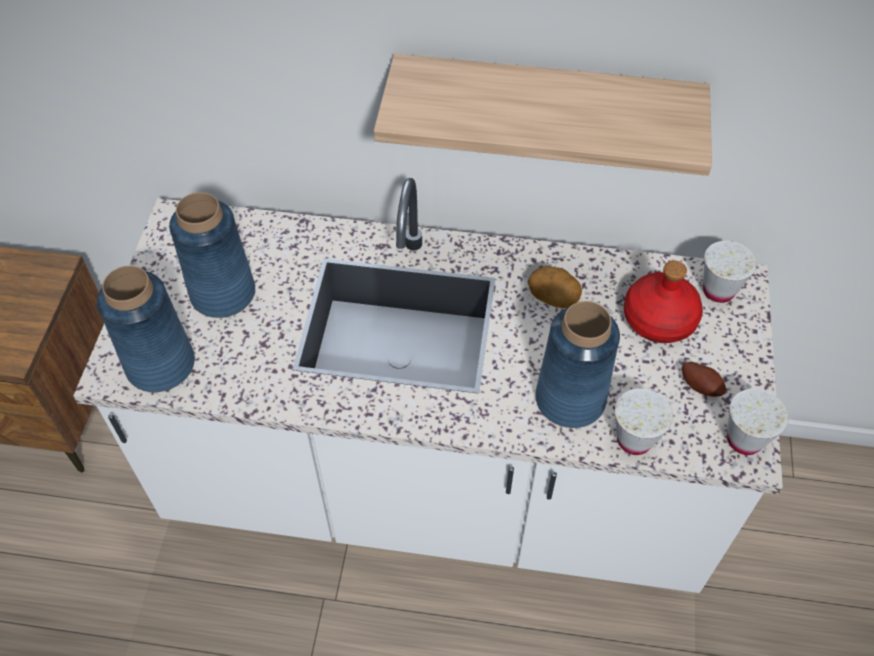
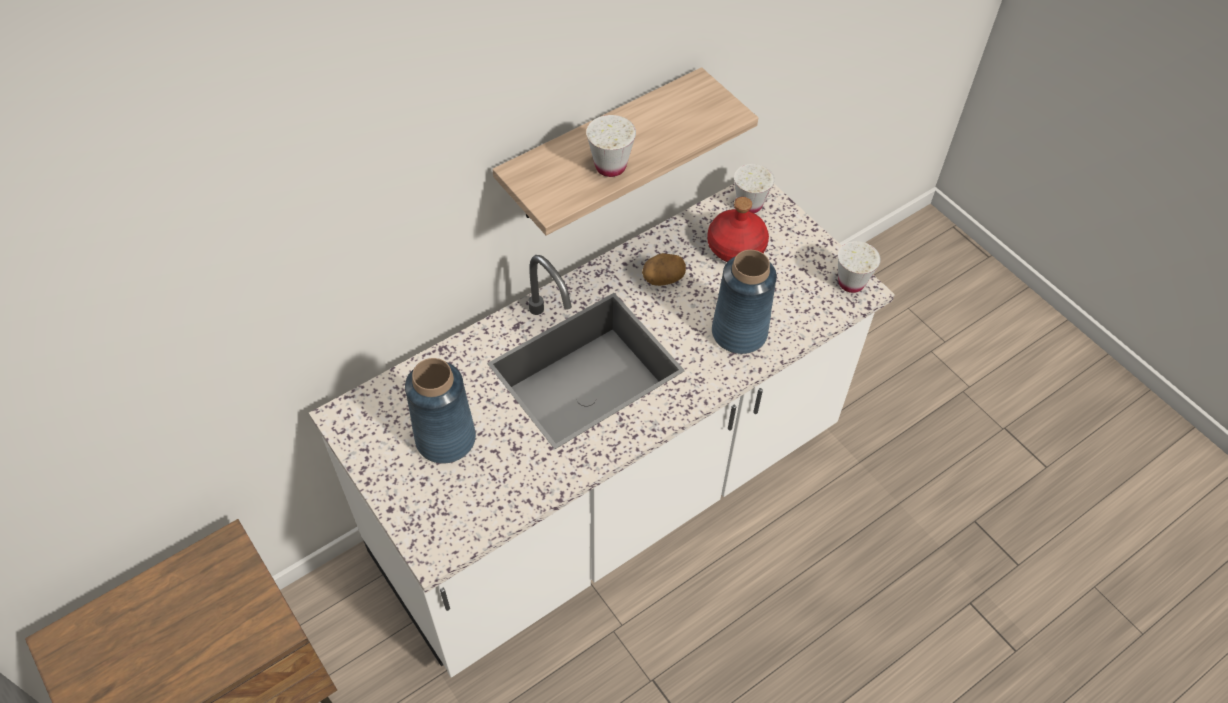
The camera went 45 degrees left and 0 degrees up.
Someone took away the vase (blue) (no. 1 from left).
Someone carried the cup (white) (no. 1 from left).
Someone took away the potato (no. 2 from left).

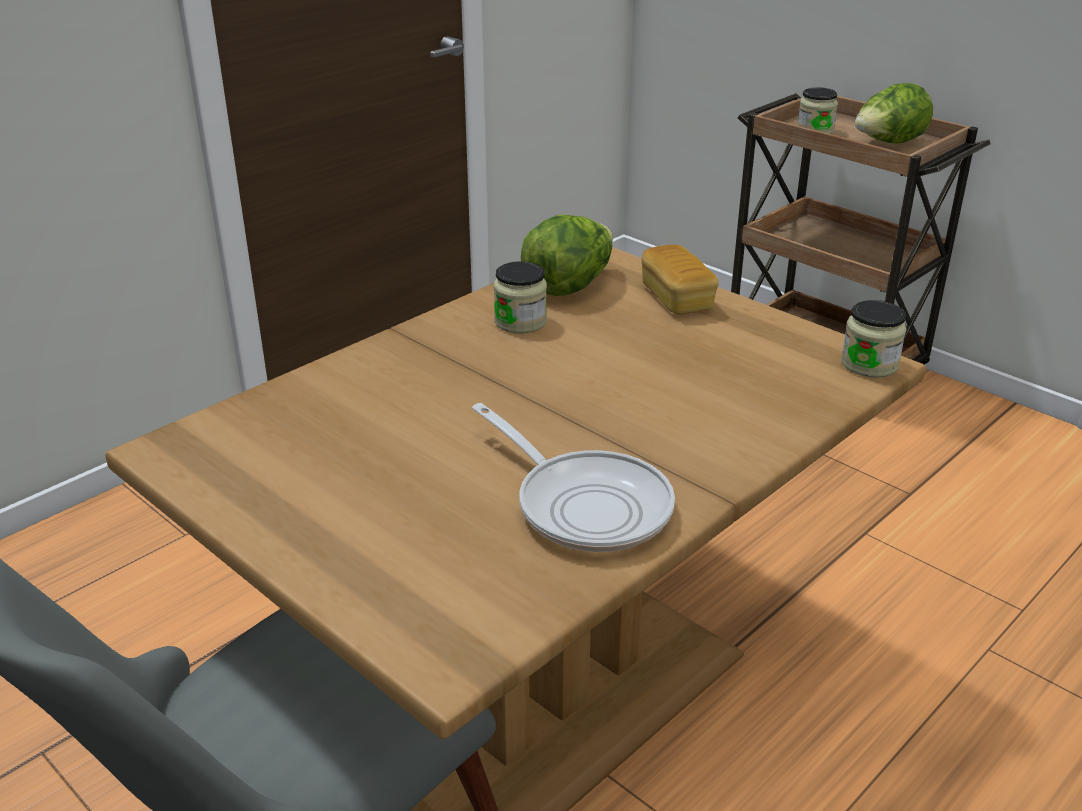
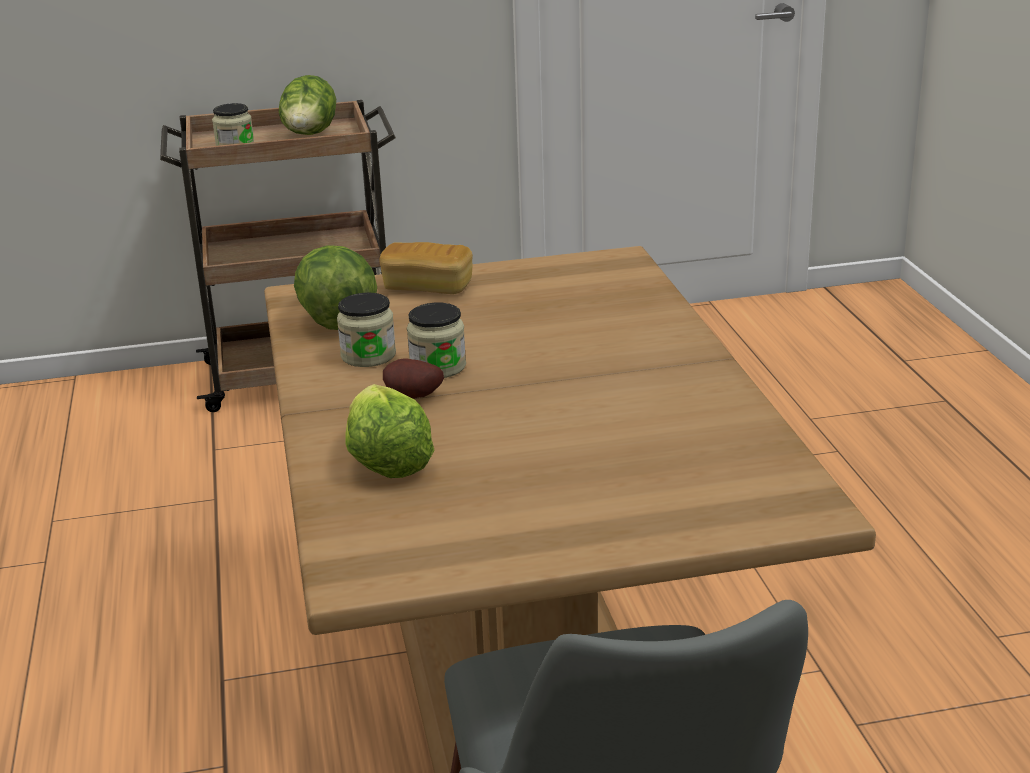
The camera went 55 degrees left and 5 degrees down.
Someone took away the frying pan.
Someone carried the jar (no. 3 from left).
Someone put down the lettuce (no. 3 from left).
Someone put down the potato.

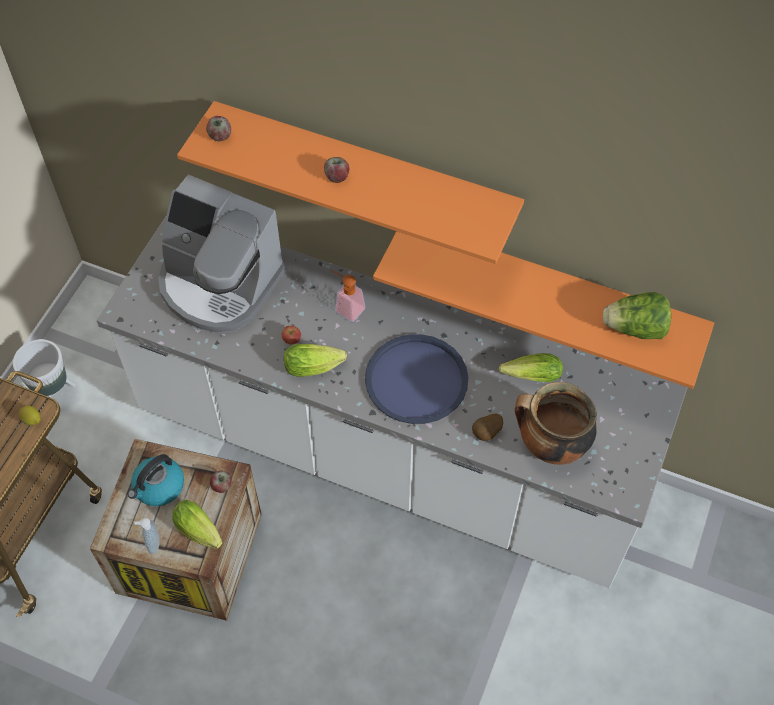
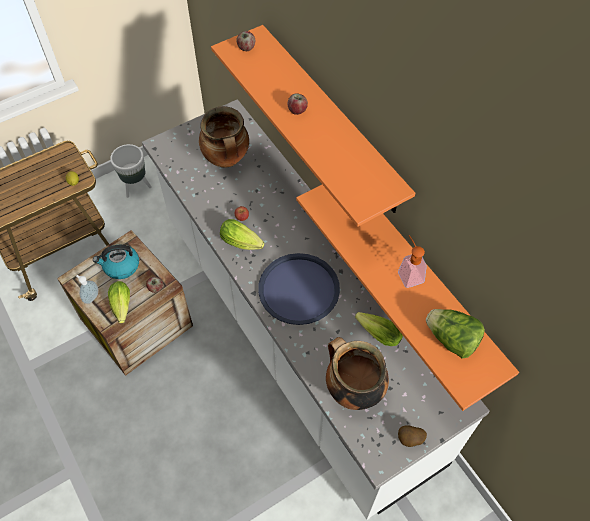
The camera went 35 degrees right and 0 degrees up.
Someone swapped the coffee machine for the cooking pot (no. 1 from left).
Someone carried the soap dispenser (no. 2 from left).
Someone carried the potato.

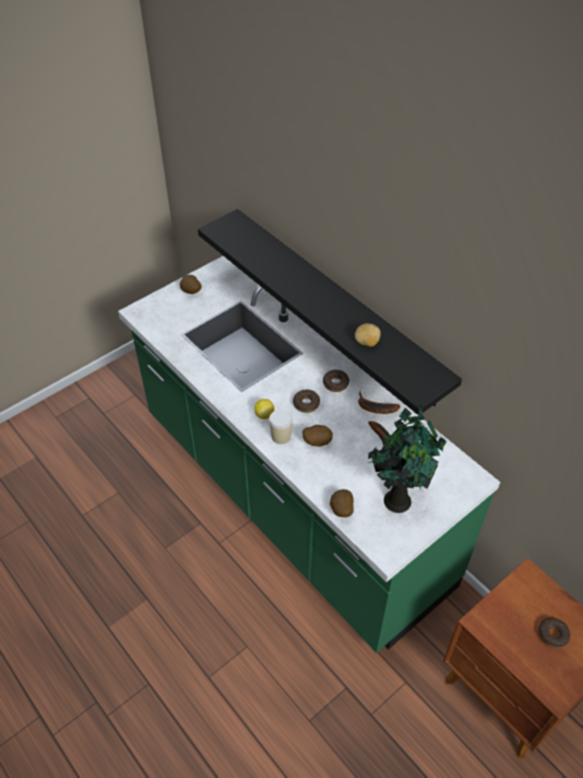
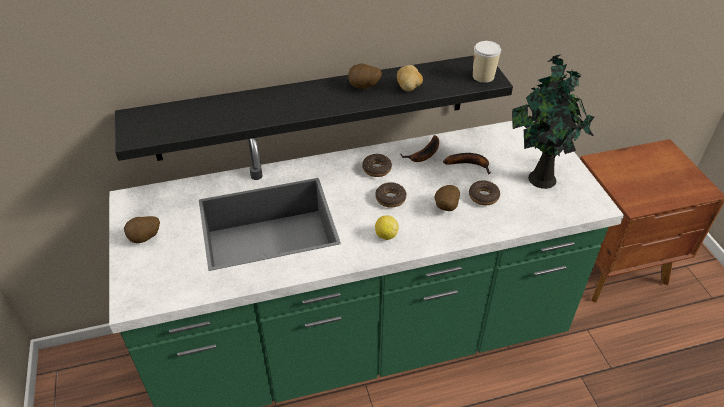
The camera went 65 degrees left and 5 degrees down.
Someone carried the cup.
Someone carried the potato (no. 3 from left in the first image).
Someone carried the donut (no. 3 from left).

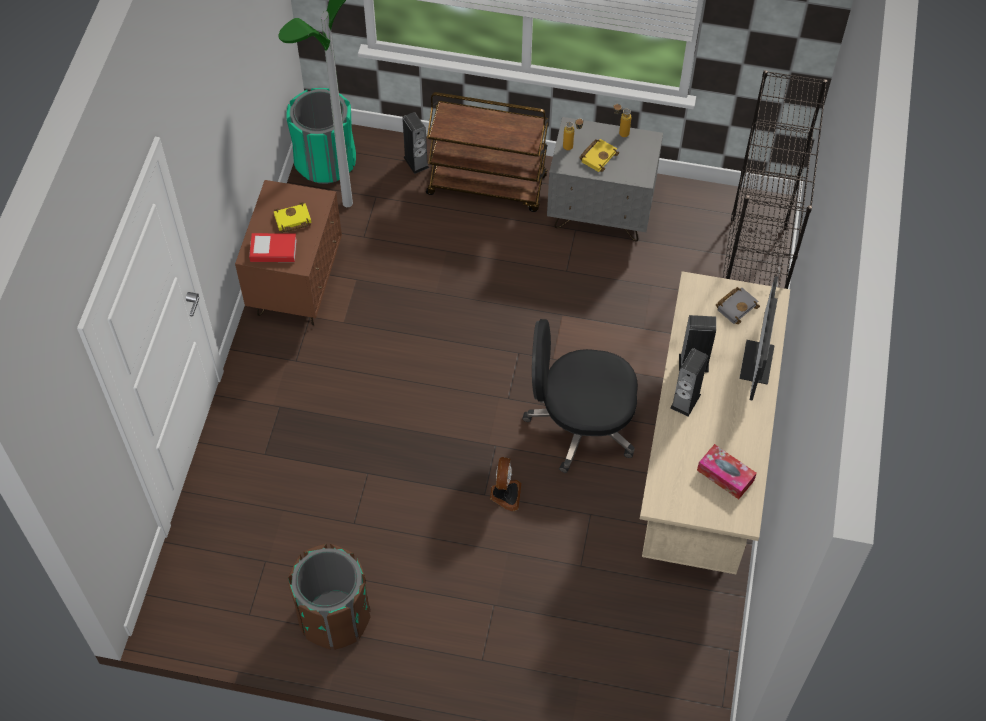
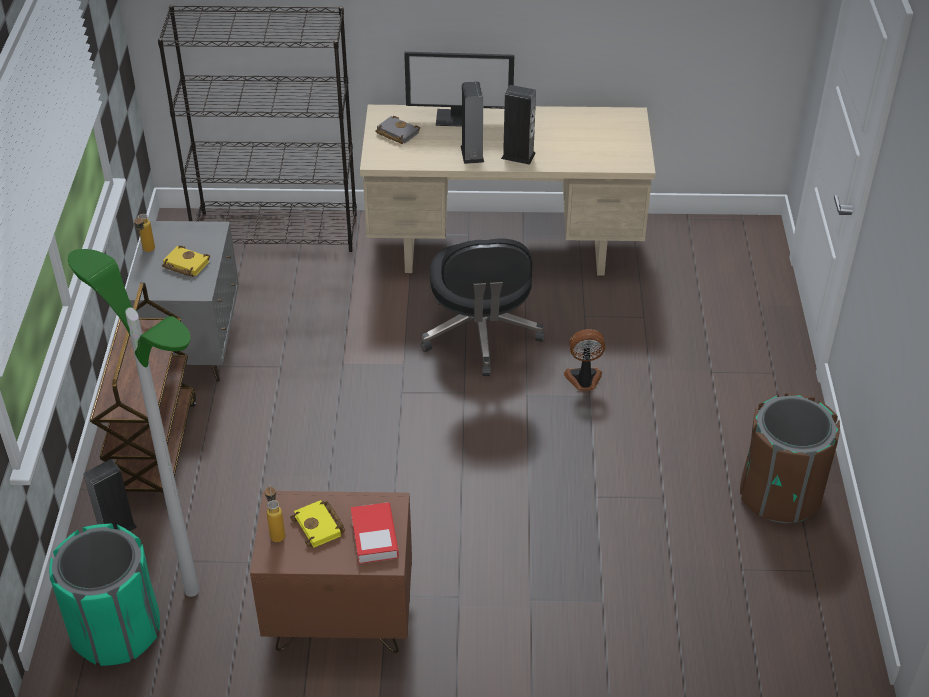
The camera went 100 degrees left and 15 degrees down.
Someone carried the bottle (no. 1 from left in the first image).
Someone took away the tissue box.

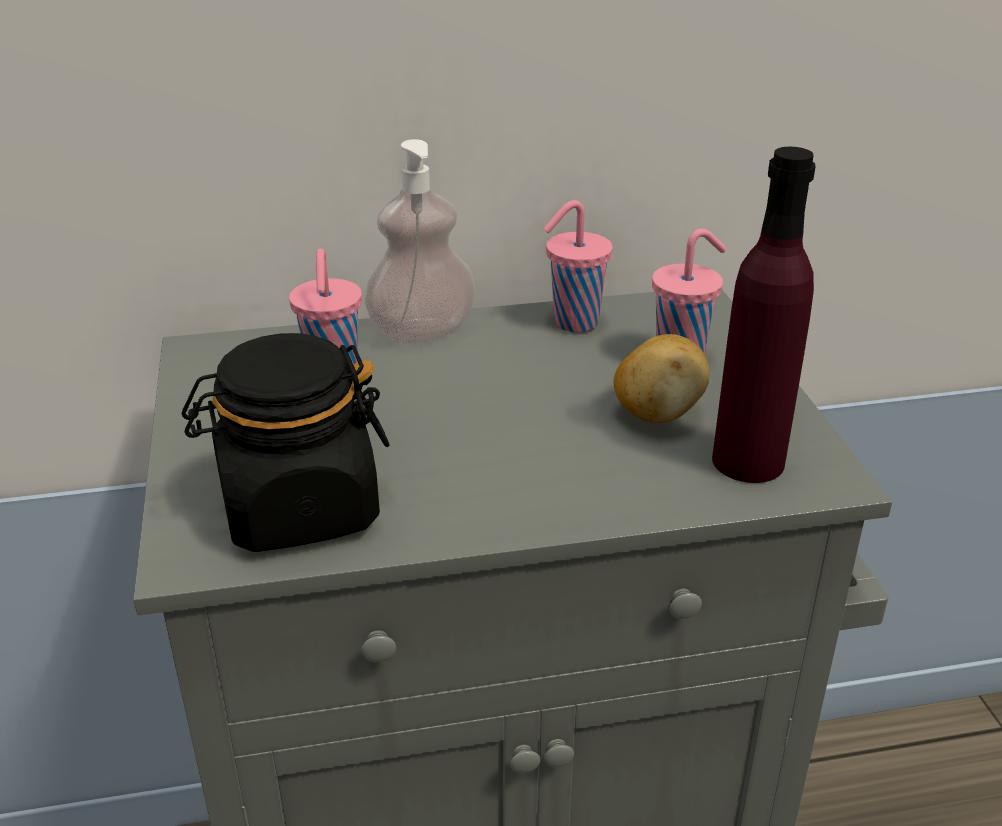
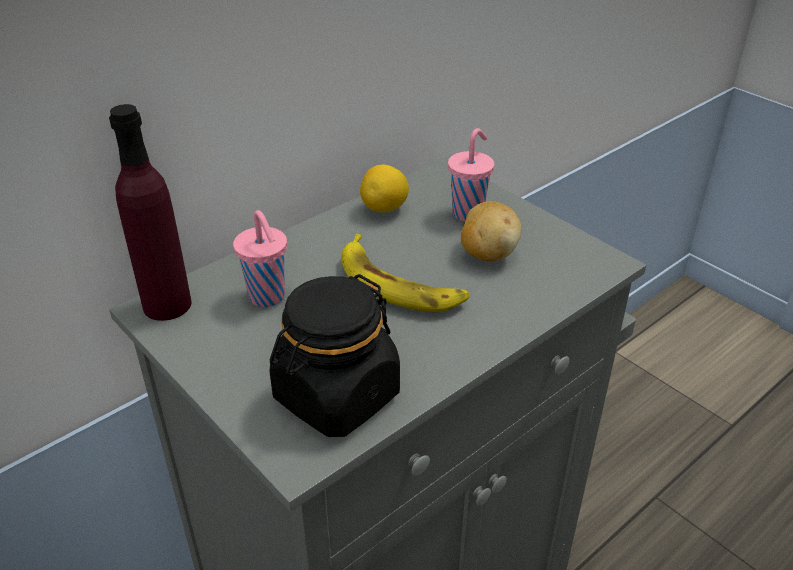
The camera went 30 degrees left and 5 degrees up.
Someone took away the soap dispenser.
Someone swapped the cup (pink) (no. 2 from left) for the lemon.
Someone carried the bottle (purple).
Someone put down the banana.

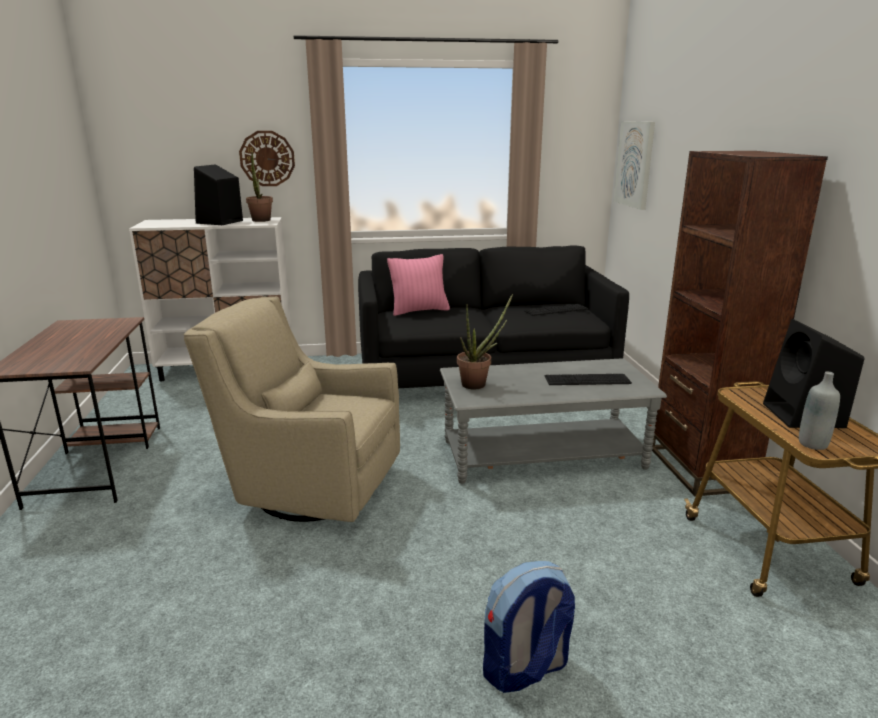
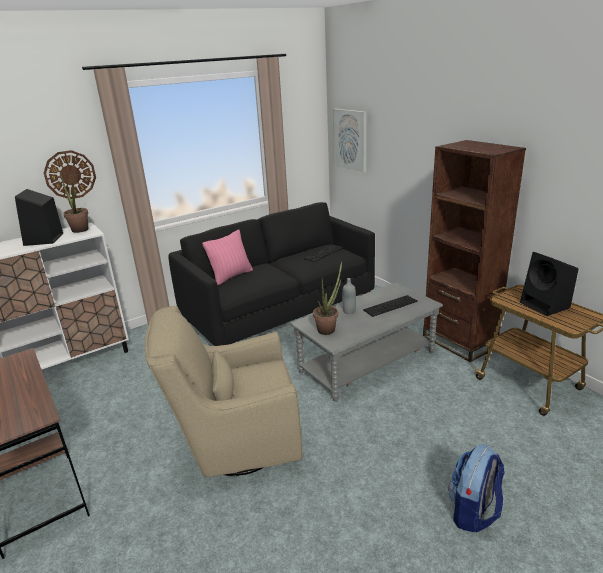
The camera went 25 degrees left and 5 degrees up.
Someone carried the bottle (grey).

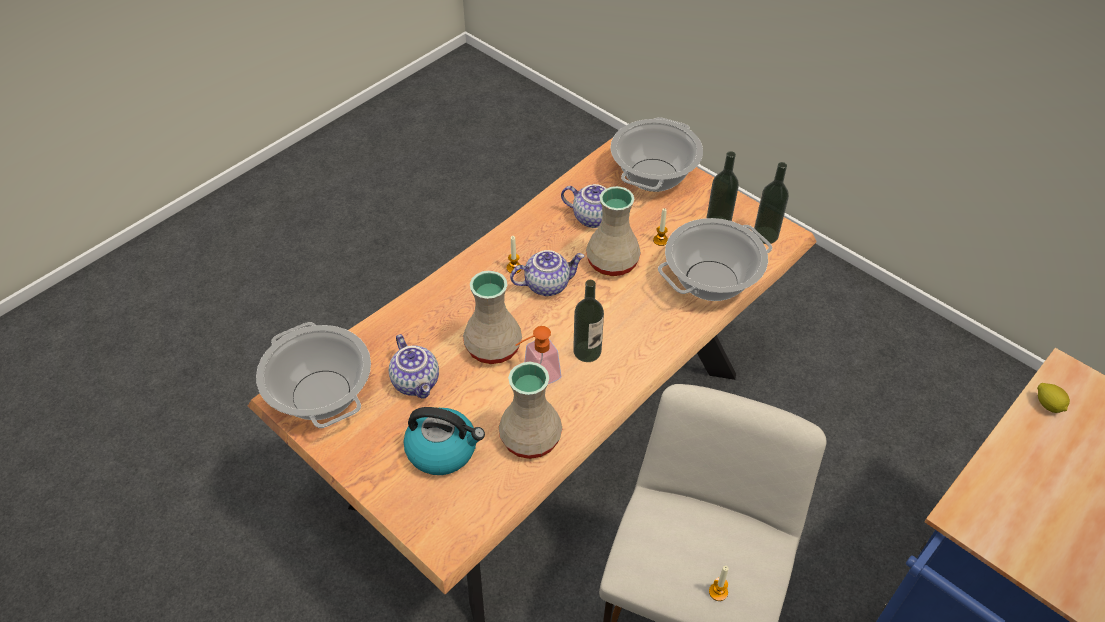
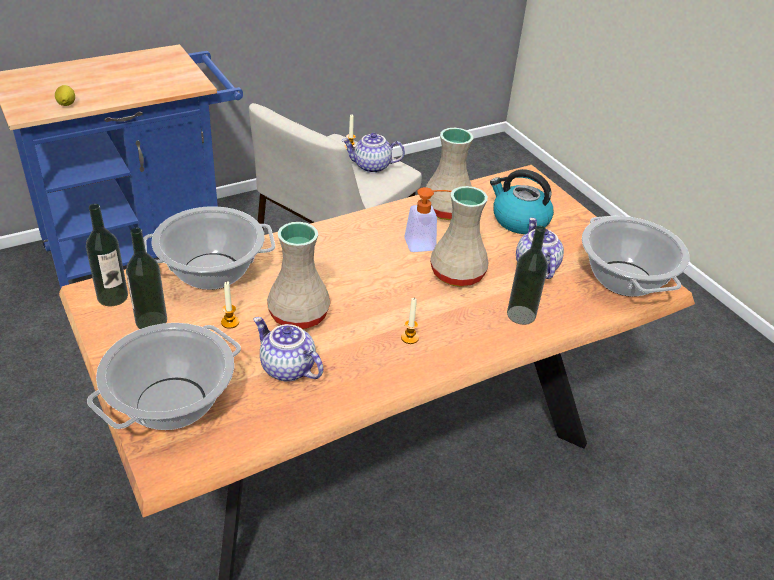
The camera went 165 degrees left and 10 degrees down.
Someone carried the teapot (no. 2 from left).
Someone carried the bottle (no. 1 from left in the first image).

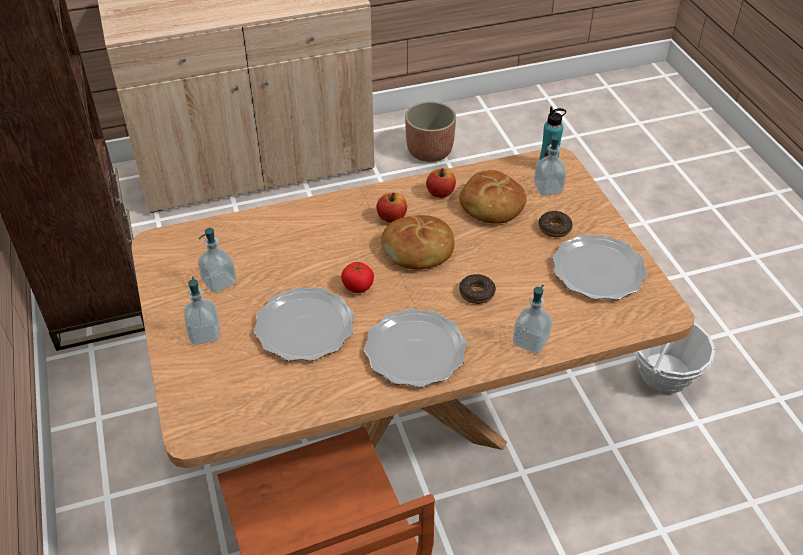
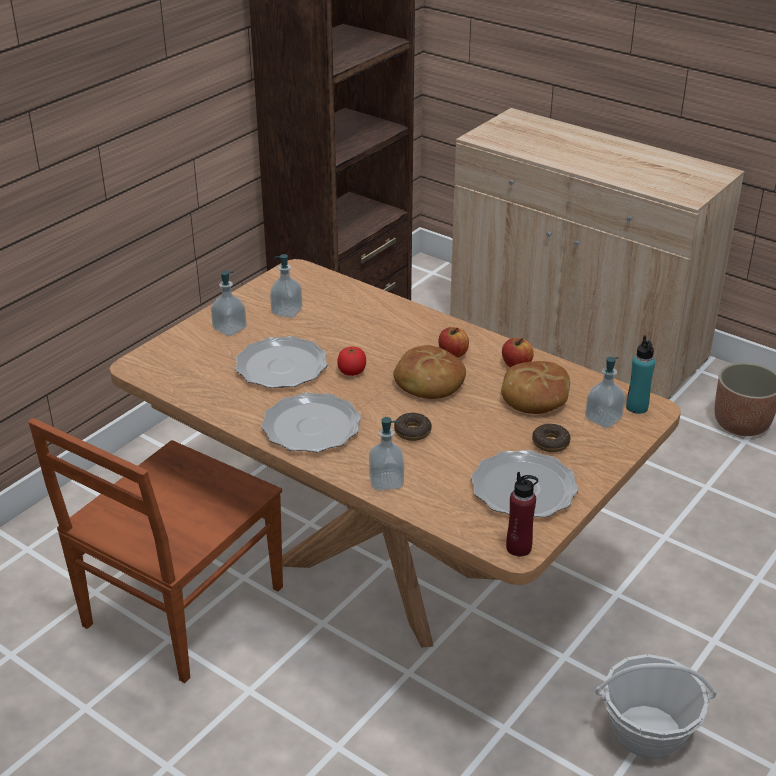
The camera went 55 degrees right and 10 degrees down.
Someone put down the bottle (red).

